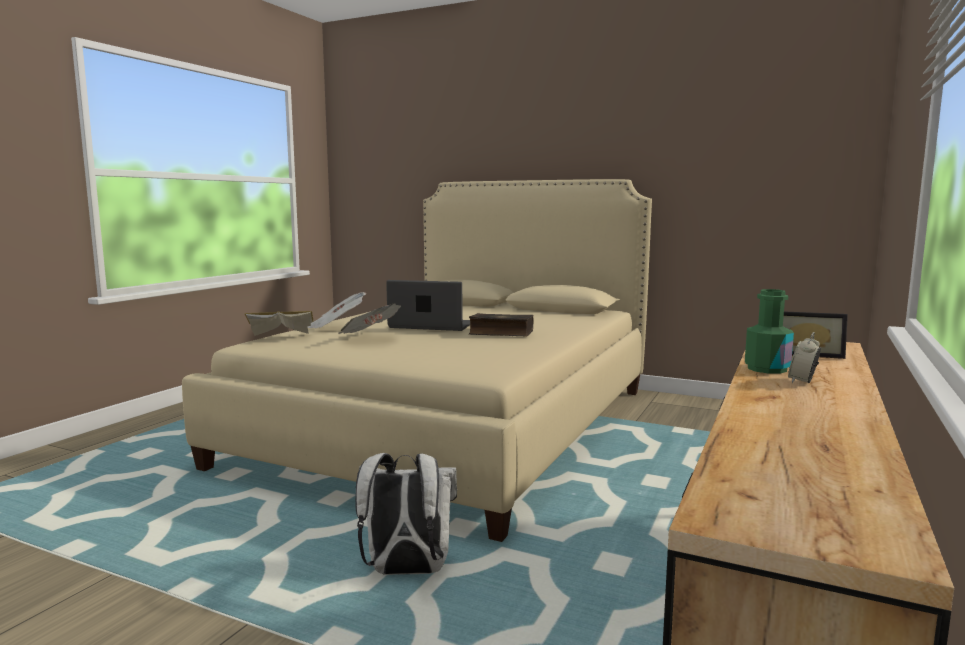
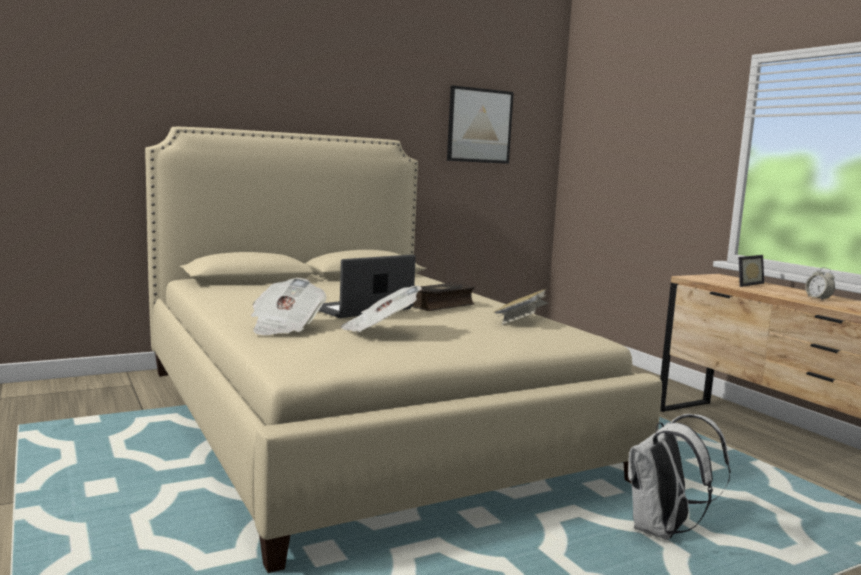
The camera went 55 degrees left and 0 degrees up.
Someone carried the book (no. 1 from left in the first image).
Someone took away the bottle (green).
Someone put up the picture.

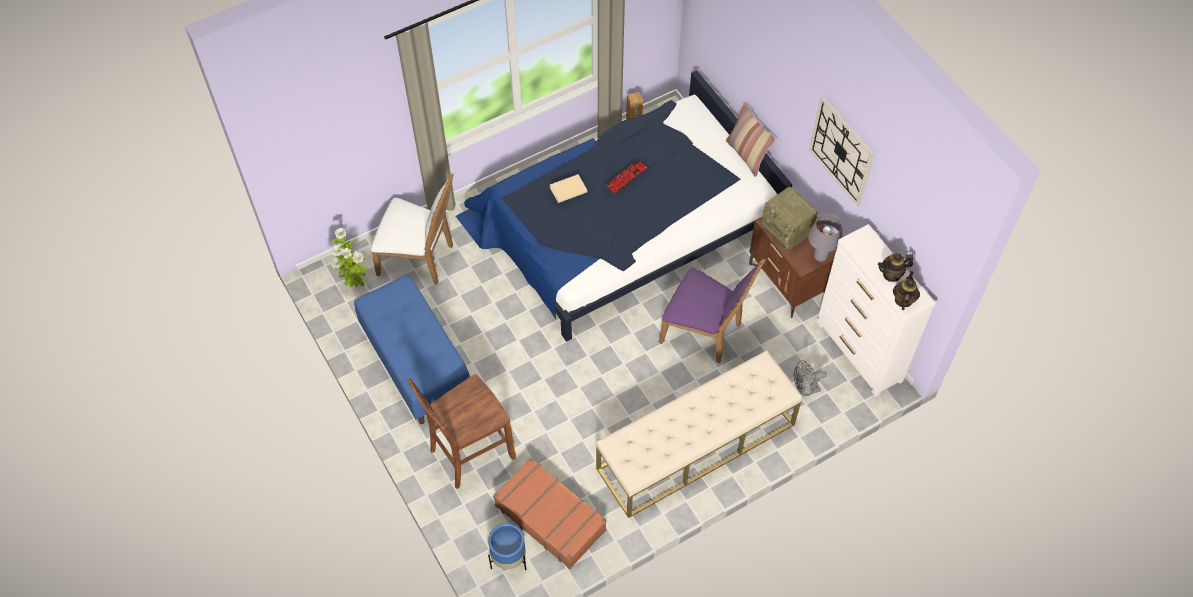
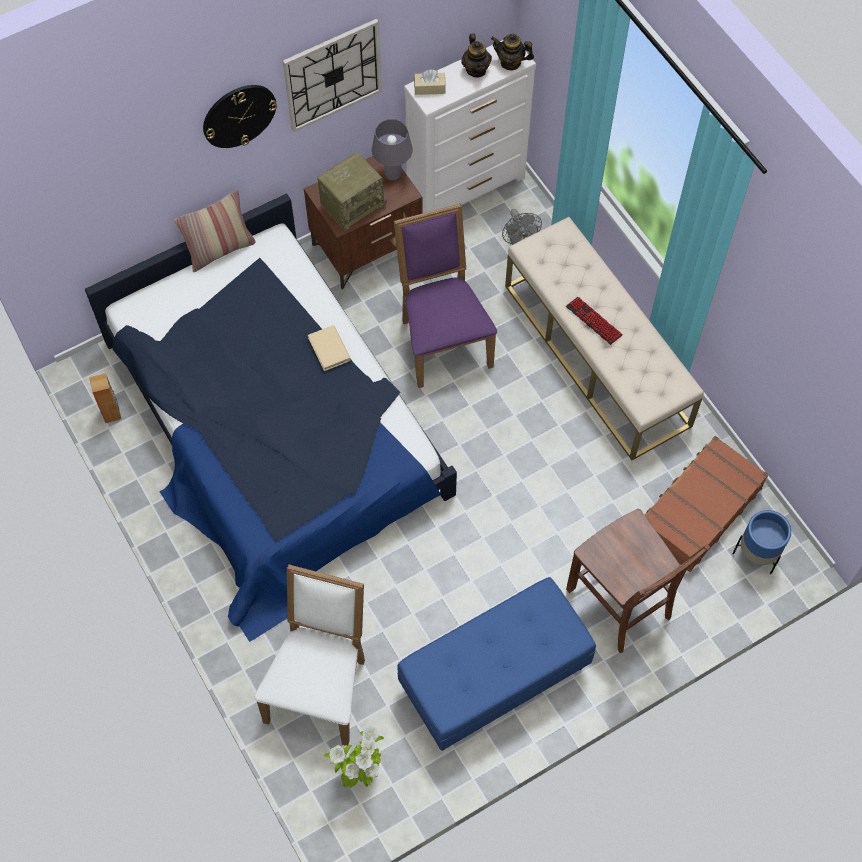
The camera went 90 degrees left and 5 degrees up.
Someone carried the book (beige).
Someone carried the keyboard.
Someone rotated the chair (purple) by 45 degrees counterclockwise.
Someone put up the wall clock (no. 1 from left).
Someone put down the tissue box (beige).

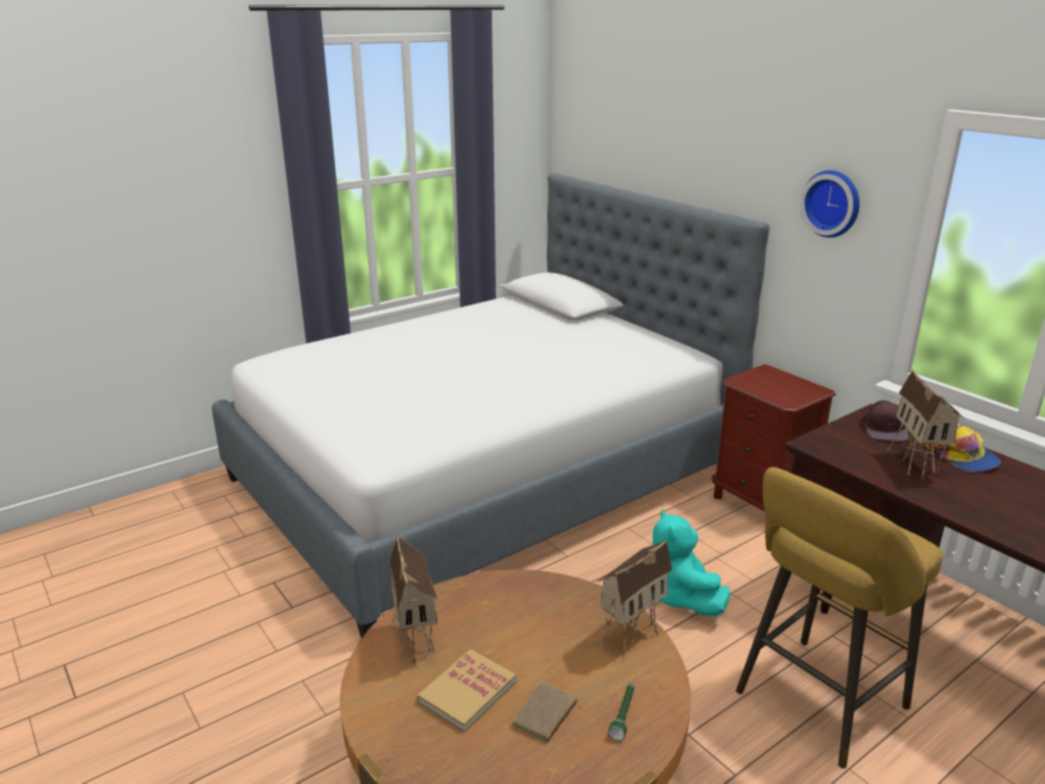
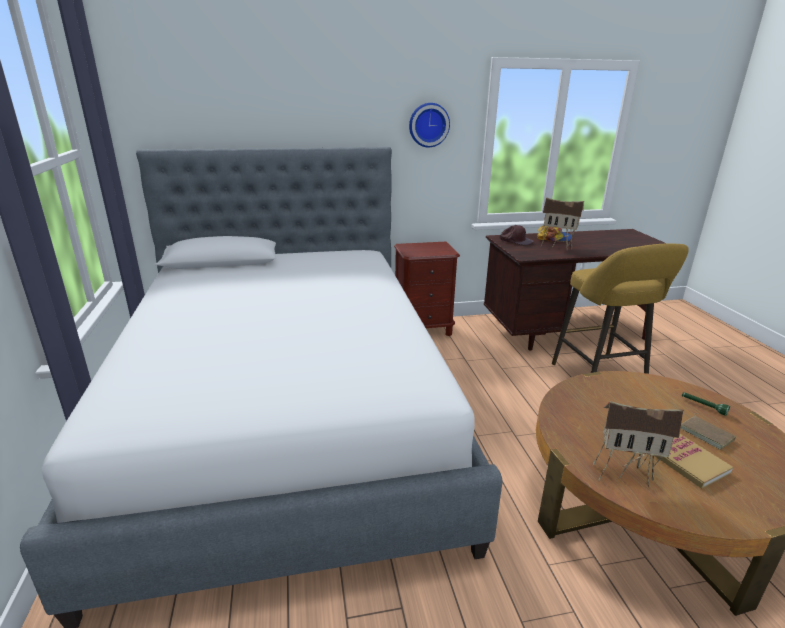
The camera went 65 degrees left and 0 degrees up.
Someone took away the toy house (no. 2 from left).
Someone took away the plush toy (turquoise).

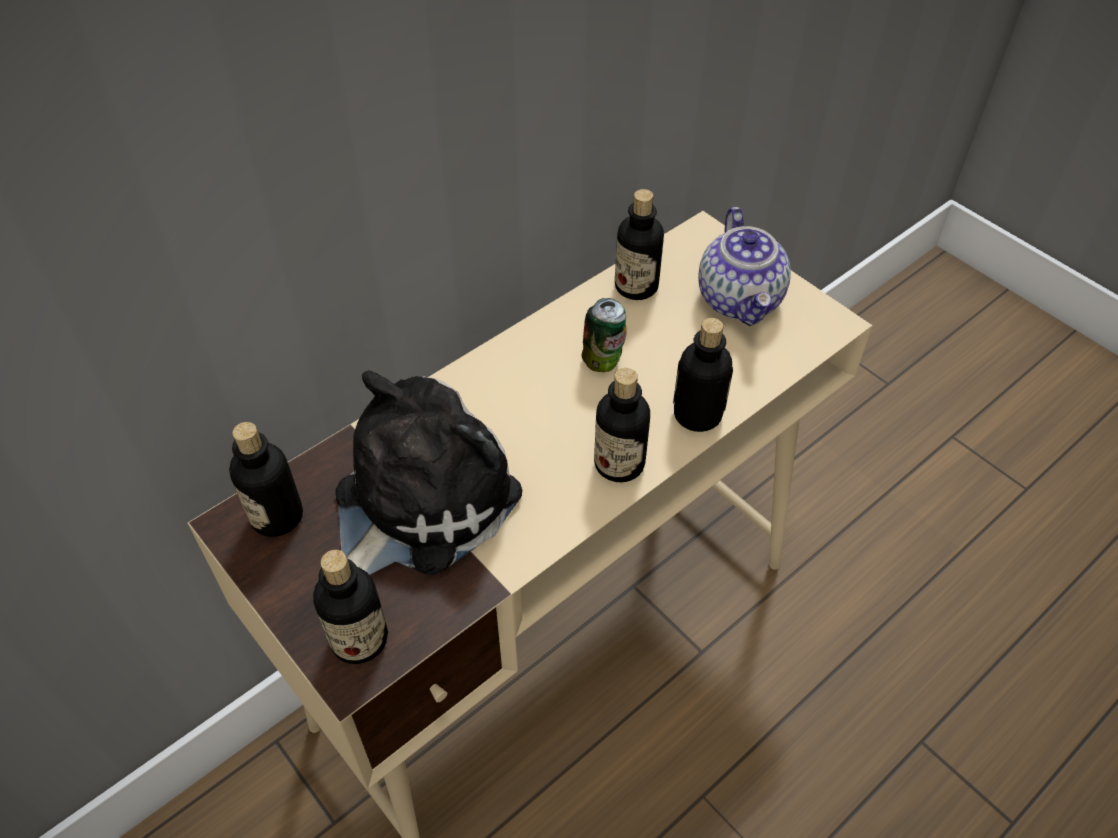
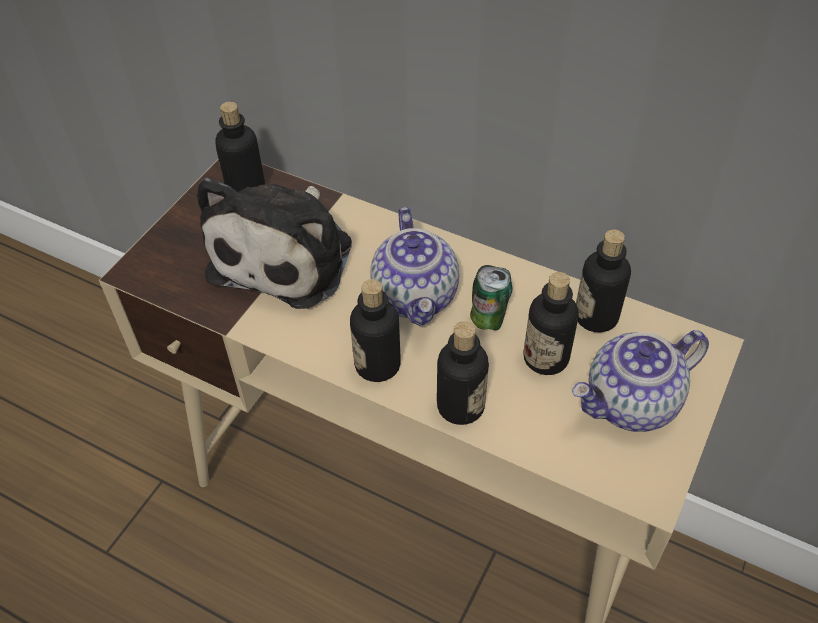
The camera went 70 degrees right and 0 degrees up.
Someone carried the bottle (no. 2 from left in the first image).
Someone rotated the plush toy by 90 degrees clockwise.
Someone put down the teapot (no. 1 from left).

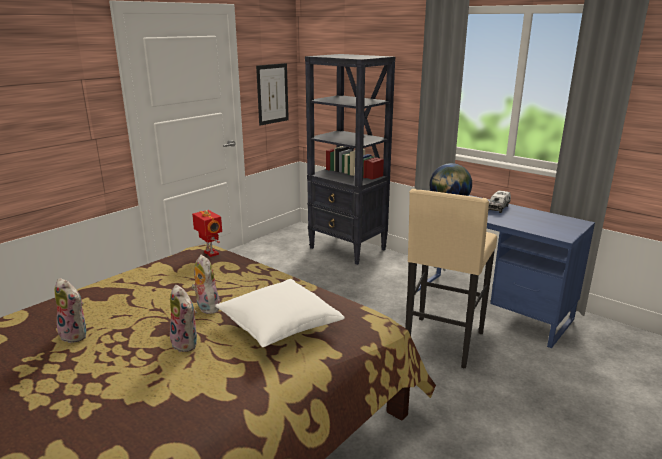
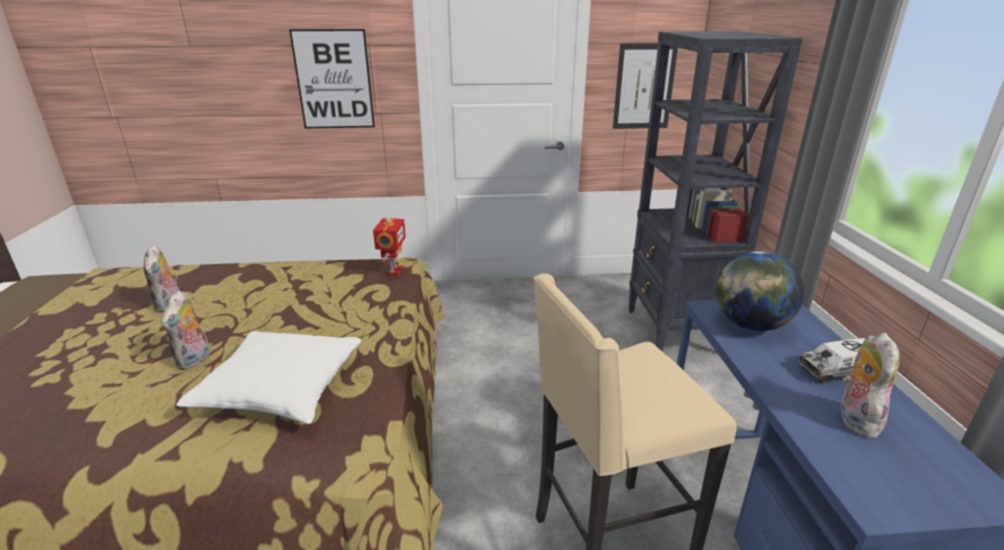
The camera went 45 degrees right and 5 degrees up.
Someone carried the plush toy (no. 3 from left).
Someone put up the picture (no. 1 from left).

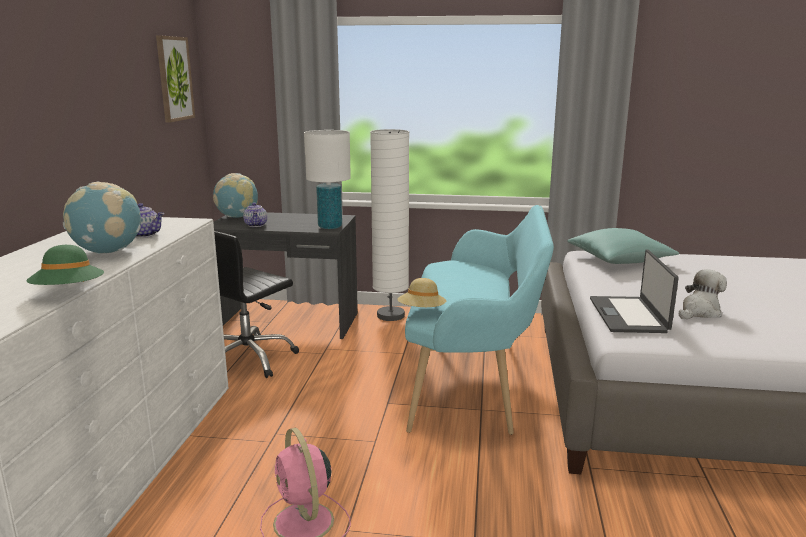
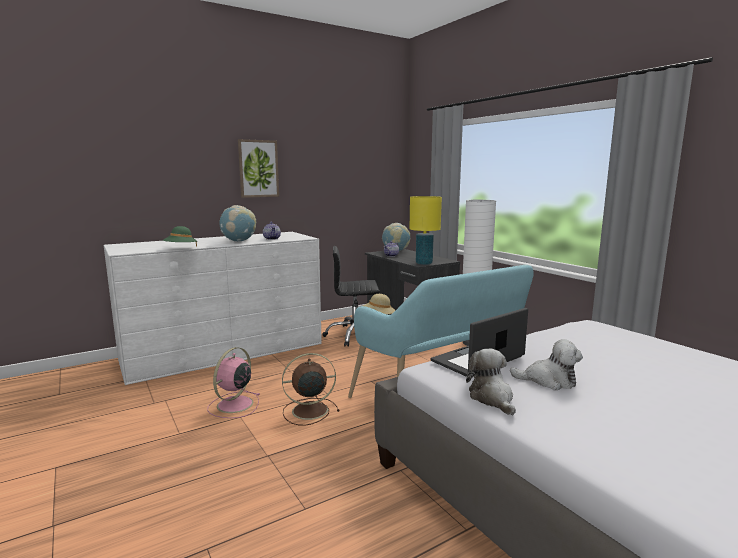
The camera went 50 degrees right and 5 degrees down.
Someone carried the picture.
Someone repainted the table lamp (white), which became the table lamp (yellow).
Someone took away the pillow (turquoise).
Someone put down the fan (brown).
Someone put down the plush toy (no. 1 from left).

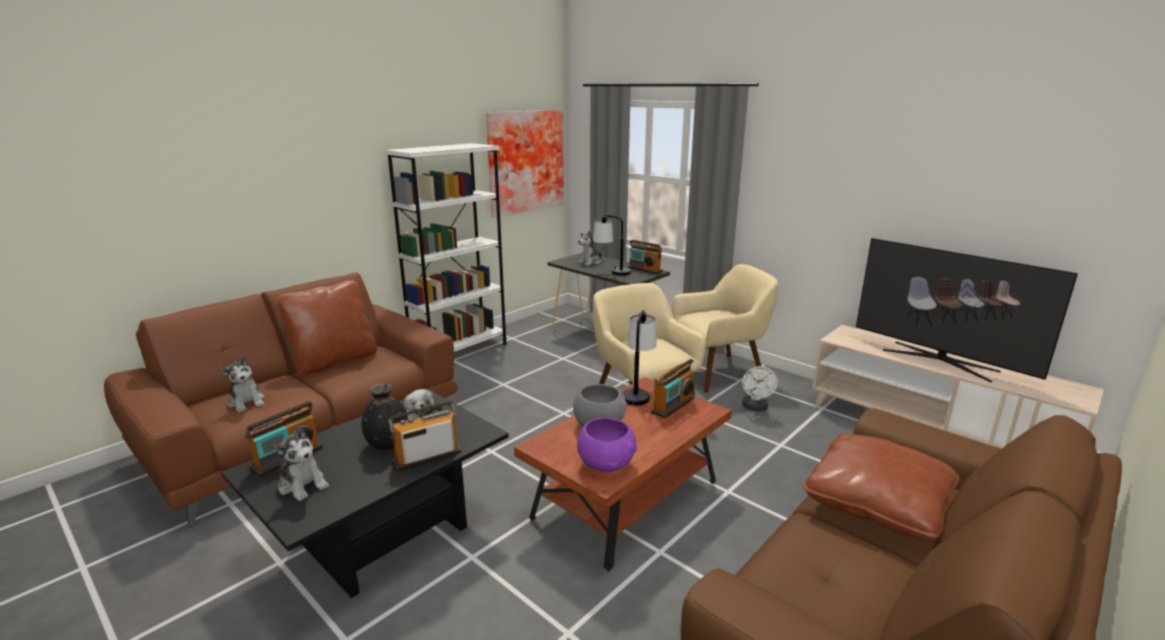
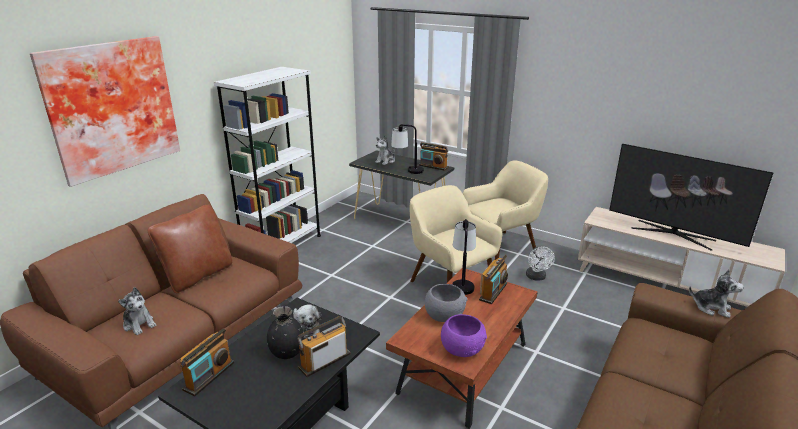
The camera went 10 degrees left and 5 degrees up.
Someone carried the plush toy (no. 2 from left in the first image).
Someone carried the picture.
Someone took away the pillow (brown) (no. 2 from left).

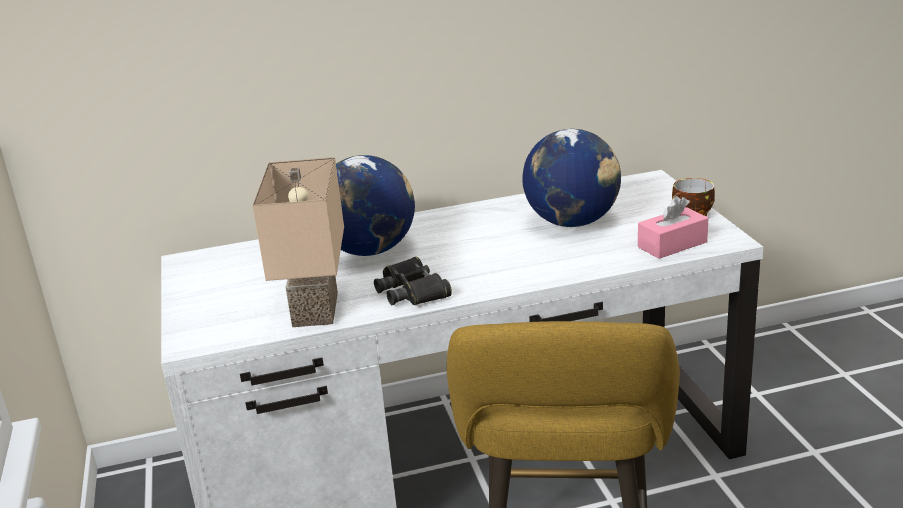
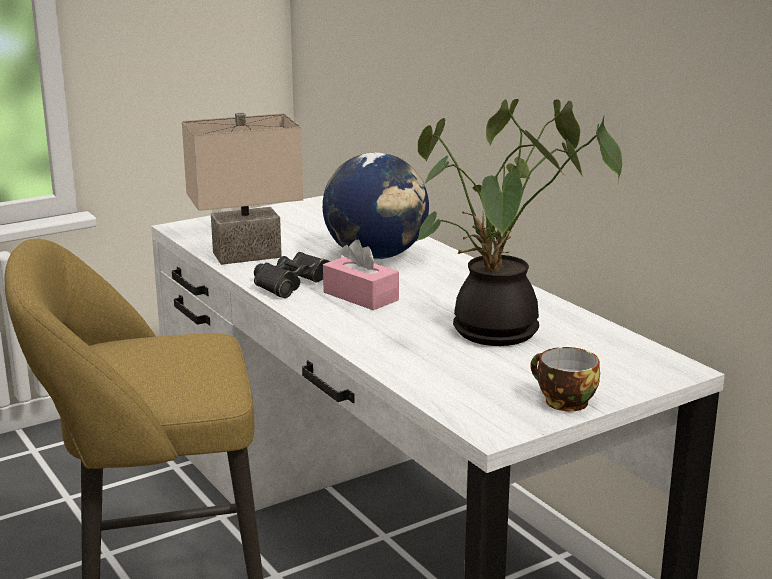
The camera went 70 degrees right and 5 degrees down.
Someone swapped the globe (no. 2 from left) for the potted plant.
Someone carried the tissue box (pink).

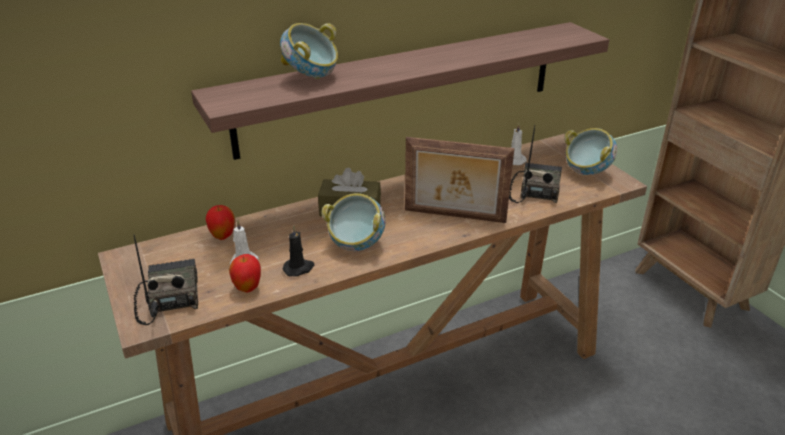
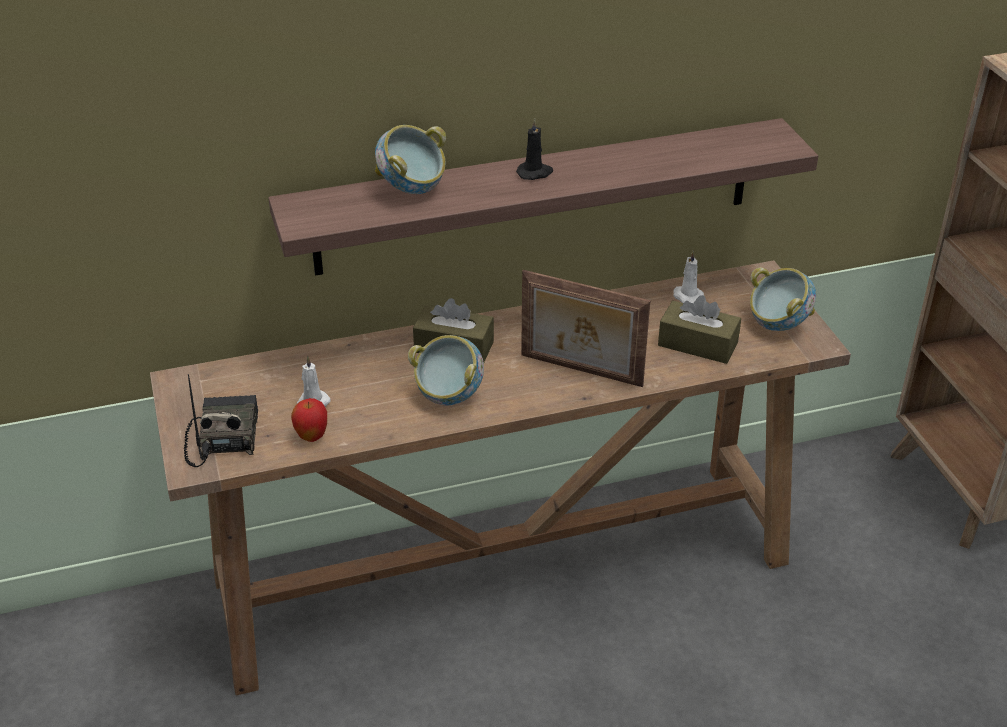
The camera went 10 degrees right and 5 degrees up.
Someone took away the apple (no. 1 from left).
Someone carried the candle (black).
Someone swapped the radio (no. 2 from left) for the tissue box (brown) (no. 2 from left).

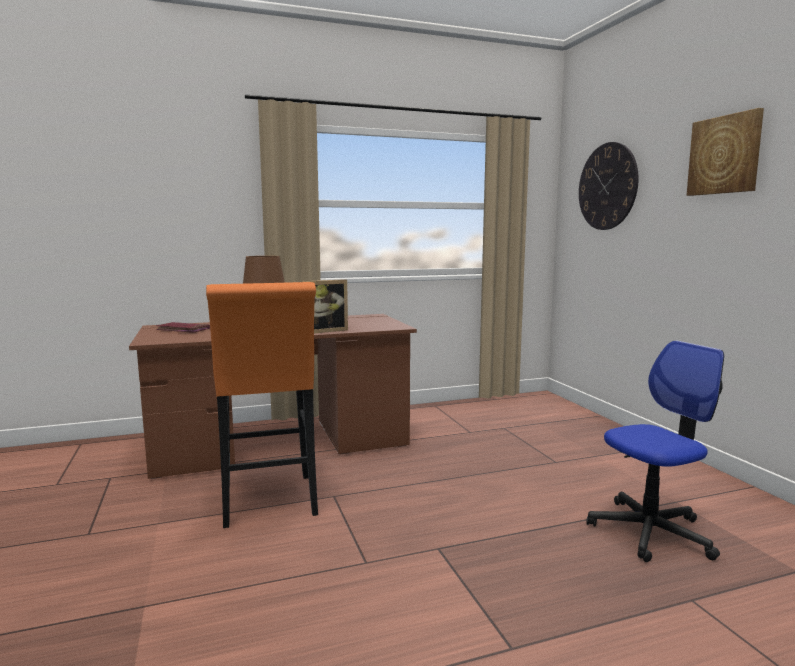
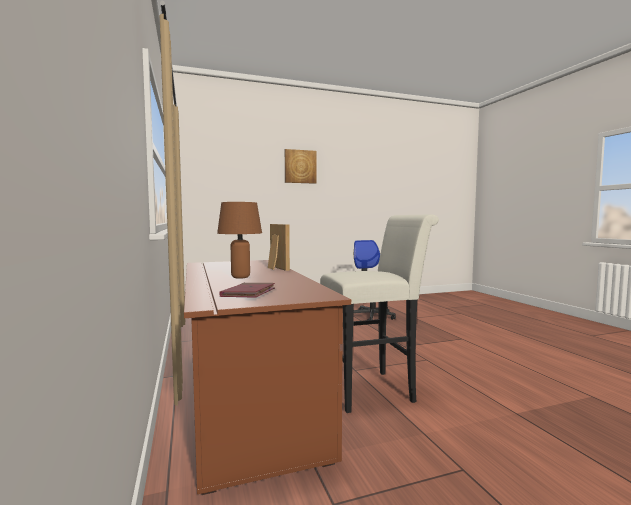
The camera went 90 degrees left and 5 degrees down.
Someone repainted the stool (orange), which became the stool (white).
Someone took away the wall clock.

